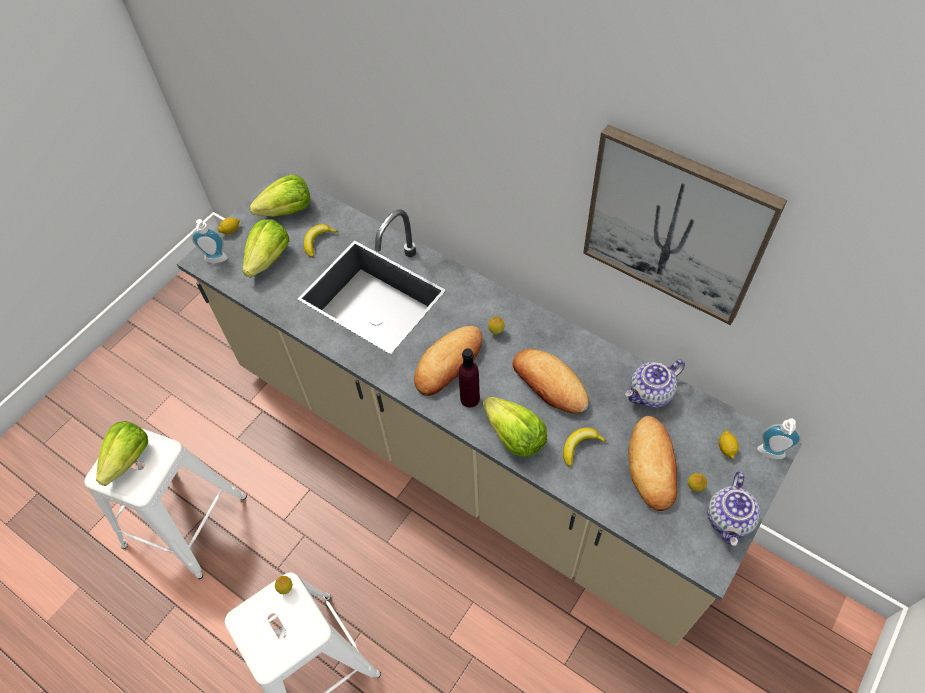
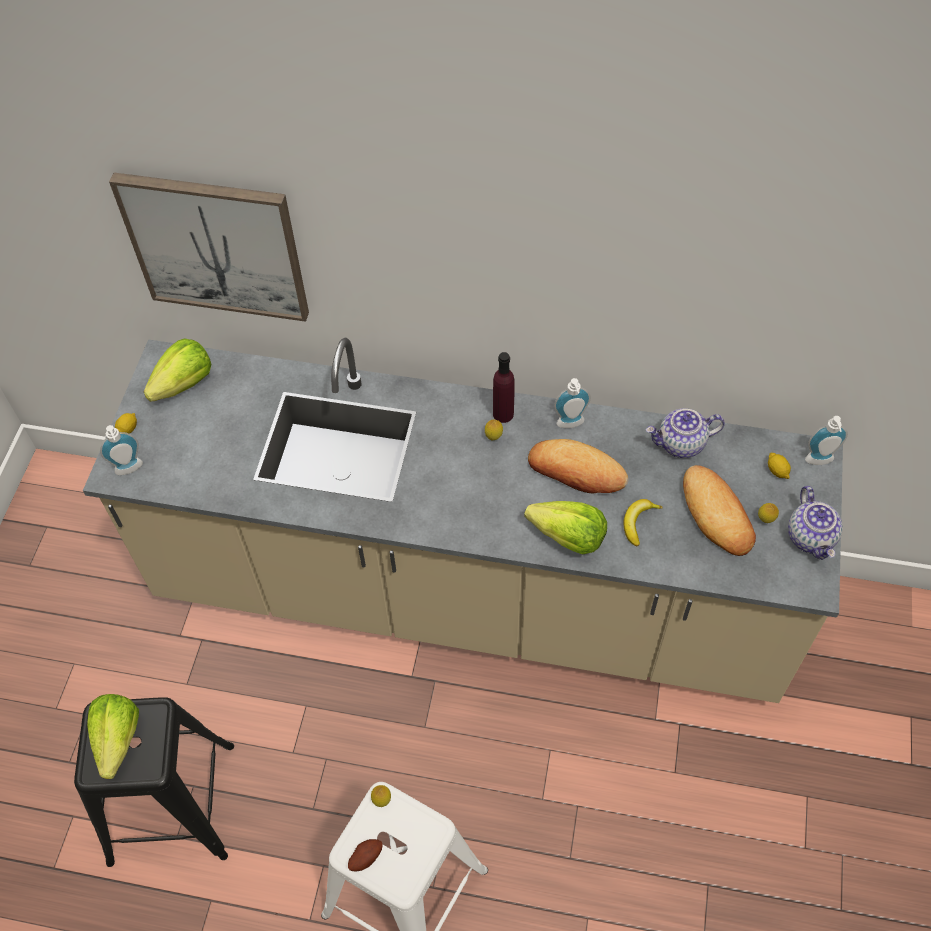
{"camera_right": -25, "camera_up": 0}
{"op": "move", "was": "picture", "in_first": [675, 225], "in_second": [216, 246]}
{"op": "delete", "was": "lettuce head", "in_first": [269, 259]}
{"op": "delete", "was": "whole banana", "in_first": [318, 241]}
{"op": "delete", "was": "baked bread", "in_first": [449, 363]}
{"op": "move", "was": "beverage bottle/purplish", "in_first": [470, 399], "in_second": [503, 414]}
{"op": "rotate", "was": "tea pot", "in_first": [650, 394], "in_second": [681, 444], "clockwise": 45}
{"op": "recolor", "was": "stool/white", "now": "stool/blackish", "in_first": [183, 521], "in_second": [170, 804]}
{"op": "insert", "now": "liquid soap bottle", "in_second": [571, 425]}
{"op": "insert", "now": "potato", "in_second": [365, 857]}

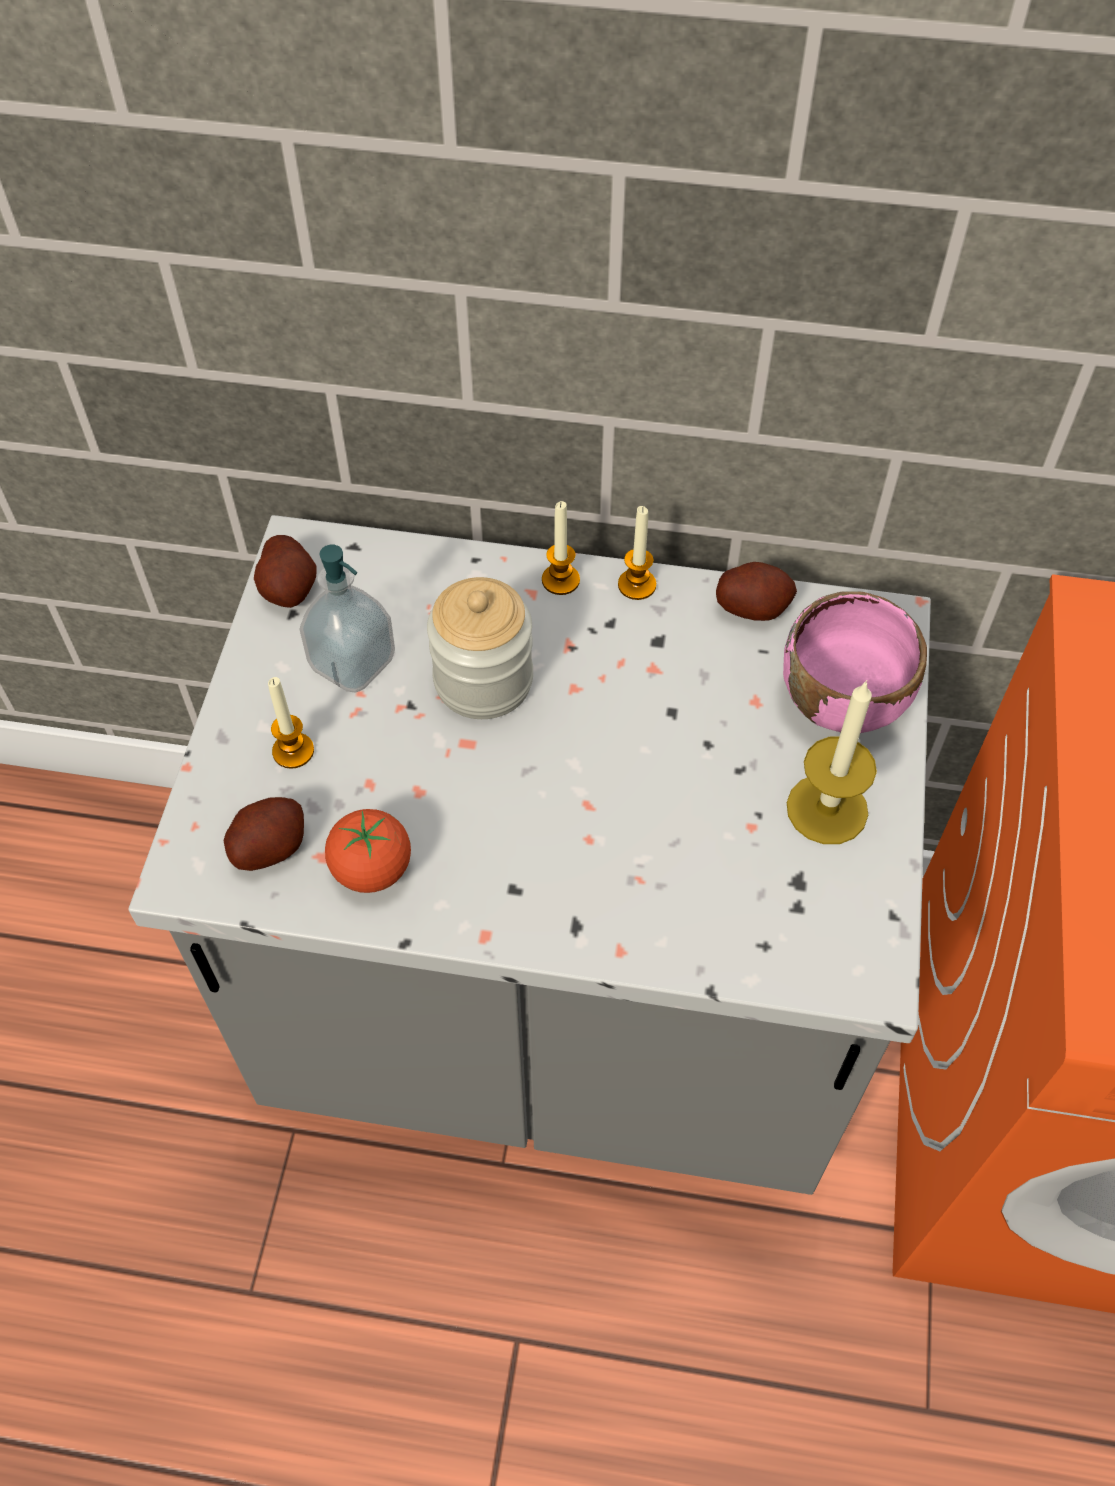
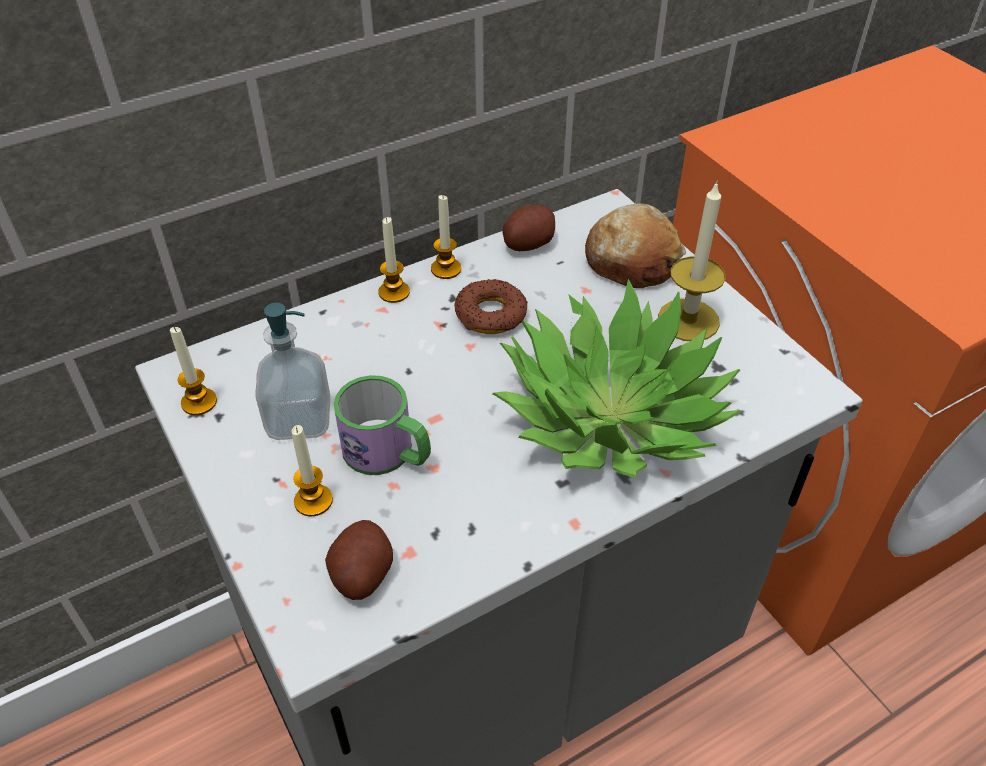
{"camera_right": -40, "camera_up": -10}
{"op": "replace", "was": "potato", "now": "candle", "in_first": [289, 588], "in_second": [199, 402]}
{"op": "delete", "was": "storage jar", "in_first": [483, 681]}
{"op": "replace", "was": "bowl/pinkish", "now": "baked bread", "in_first": [844, 699], "in_second": [632, 261]}
{"op": "delete", "was": "fresh tomato", "in_first": [372, 869]}
{"op": "insert", "now": "ring doughnut", "in_second": [491, 314]}
{"op": "insert", "now": "houseplant", "in_second": [610, 414]}
{"op": "insert", "now": "coffee mug", "in_second": [388, 453]}

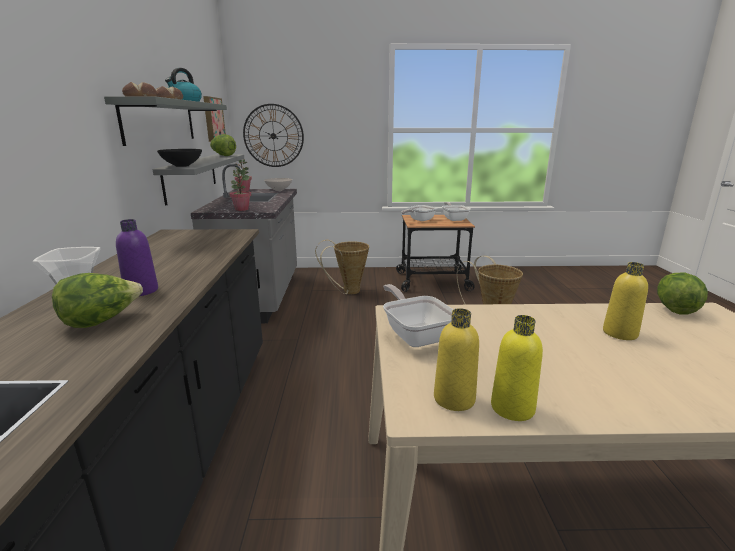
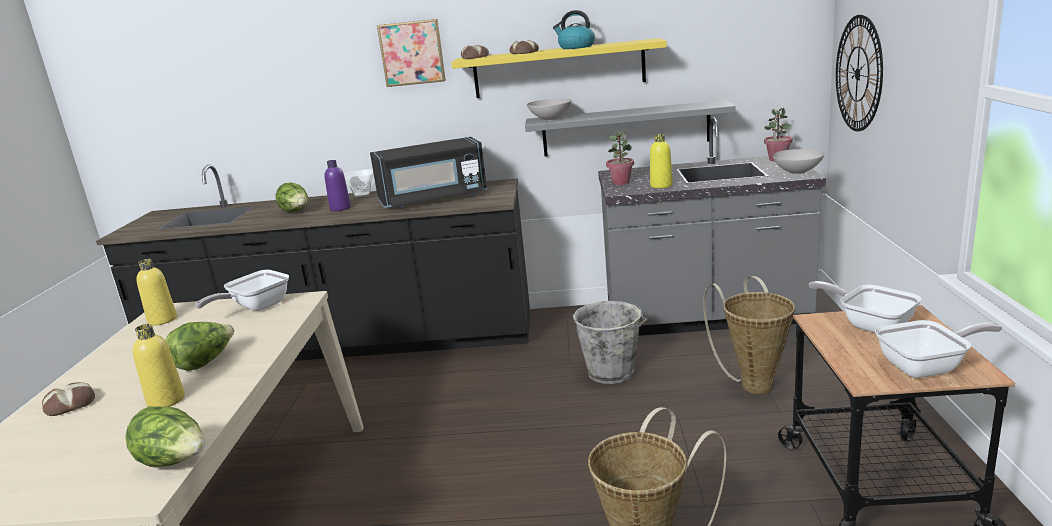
{"camera_right": 95, "camera_up": 0}
{"op": "recolor", "was": "wall shelf/gray", "now": "wall shelf/yellow-coloured", "in_first": [160, 121], "in_second": [559, 69]}
{"op": "move", "was": "picture", "in_first": [212, 119], "in_second": [412, 53]}
{"op": "move", "was": "lettuce head", "in_first": [223, 156], "in_second": [205, 362]}
{"op": "recolor", "was": "bowl/blackish", "now": "bowl/white", "in_first": [181, 166], "in_second": [550, 119]}
{"op": "rotate", "was": "frying pan", "in_first": [415, 334], "in_second": [255, 307], "clockwise": 150}
{"op": "move", "was": "beverage bottle/yellow-coloured", "in_first": [512, 408], "in_second": [661, 185]}
{"op": "insert", "now": "microwave oven/blackish", "in_second": [433, 199]}
{"op": "insert", "now": "pail/gray", "in_second": [612, 373]}
{"op": "insert", "now": "baked bread", "in_second": [70, 404]}

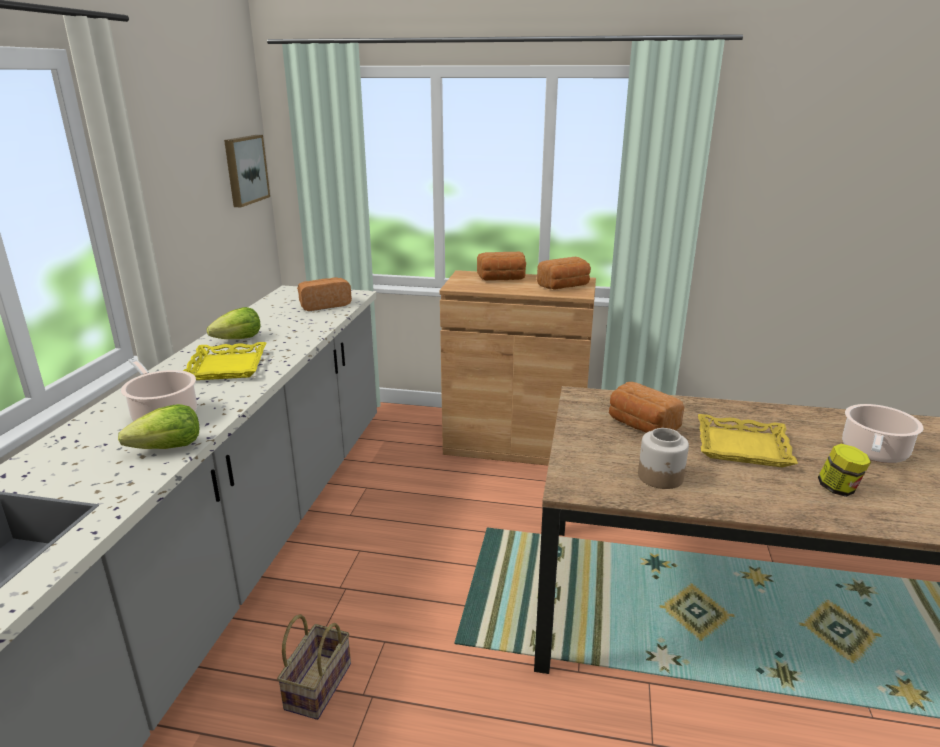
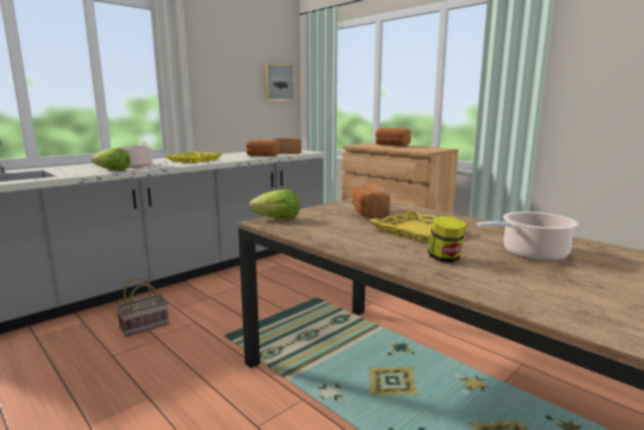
{"camera_right": 35, "camera_up": -10}
{"op": "move", "was": "baked bread", "in_first": [565, 286], "in_second": [262, 156]}
{"op": "move", "was": "lettuce head", "in_first": [239, 339], "in_second": [278, 219]}
{"op": "delete", "was": "storage jar", "in_first": [661, 477]}

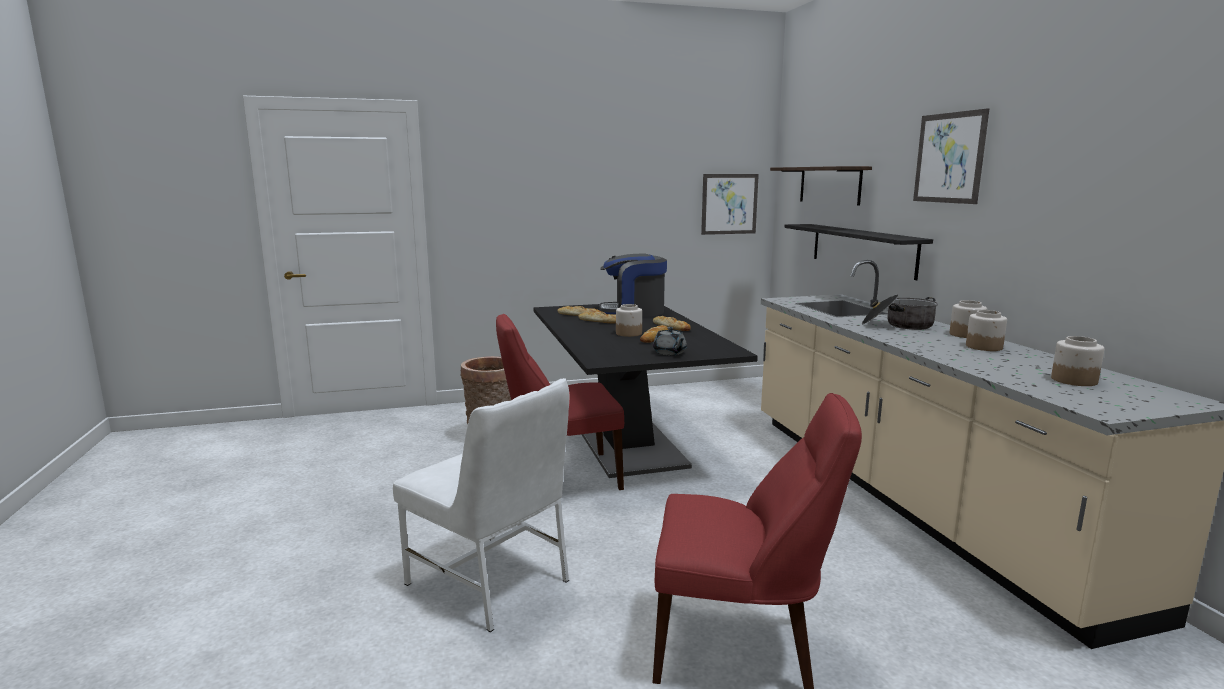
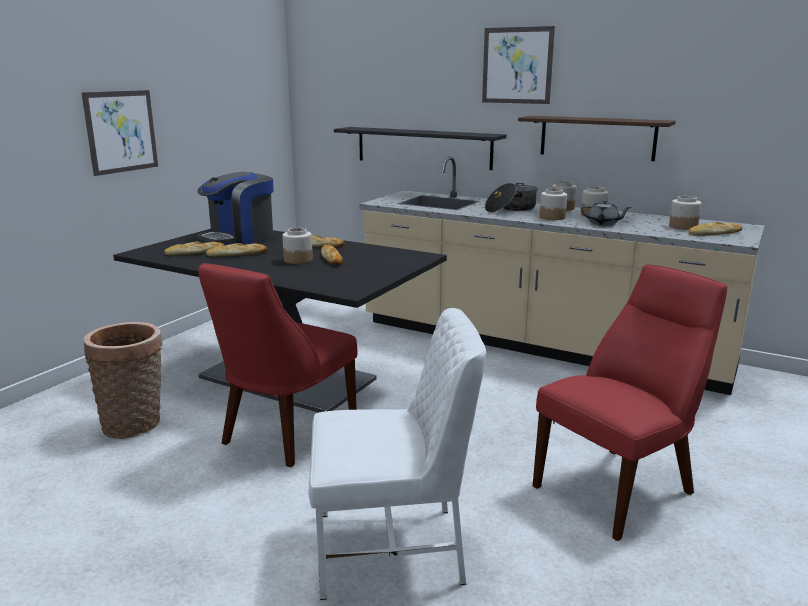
{"camera_right": -45, "camera_up": 5}
{"op": "move", "was": "wall shelf", "in_first": [829, 185], "in_second": [597, 137]}
{"op": "move", "was": "picture", "in_first": [729, 204], "in_second": [121, 131]}
{"op": "move", "was": "tea pot/gray", "in_first": [670, 353], "in_second": [603, 224]}
{"op": "insert", "now": "storage jar", "in_second": [552, 217]}
{"op": "insert", "now": "baked bread", "in_second": [714, 233]}

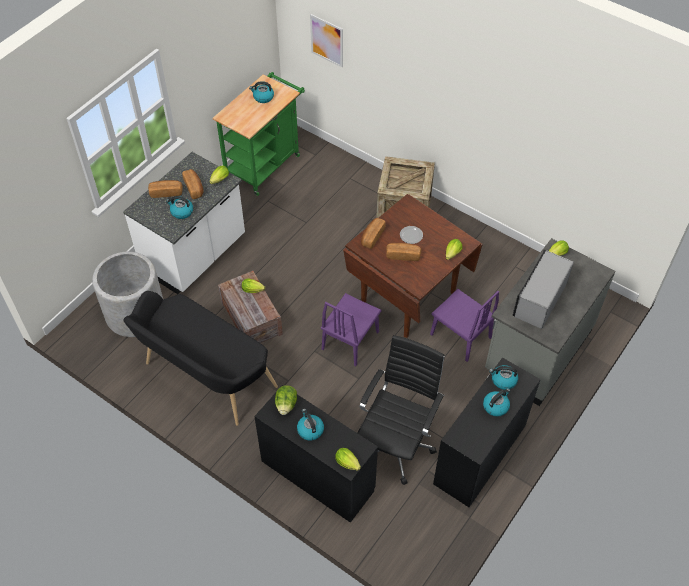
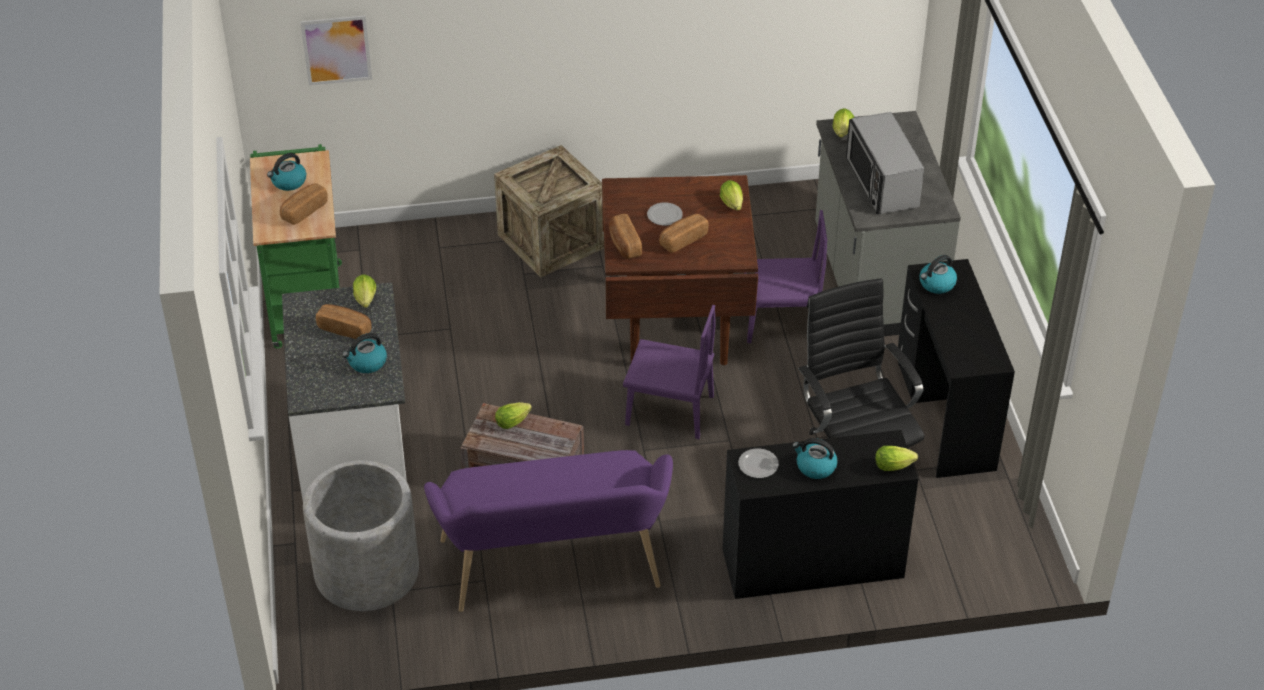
{"camera_right": -45, "camera_up": -10}
{"op": "move", "was": "baked bread", "in_first": [166, 192], "in_second": [303, 211]}
{"op": "recolor", "was": "indoor bench/blackish", "now": "indoor bench/purplish", "in_first": [205, 378], "in_second": [554, 571]}
{"op": "rotate", "was": "chair/purplish", "in_first": [350, 340], "in_second": [669, 410], "clockwise": -60}
{"op": "replace", "was": "lettuce head", "now": "dinner plate", "in_first": [286, 405], "in_second": [758, 464]}
{"op": "delete", "was": "water kettle", "in_first": [496, 406]}

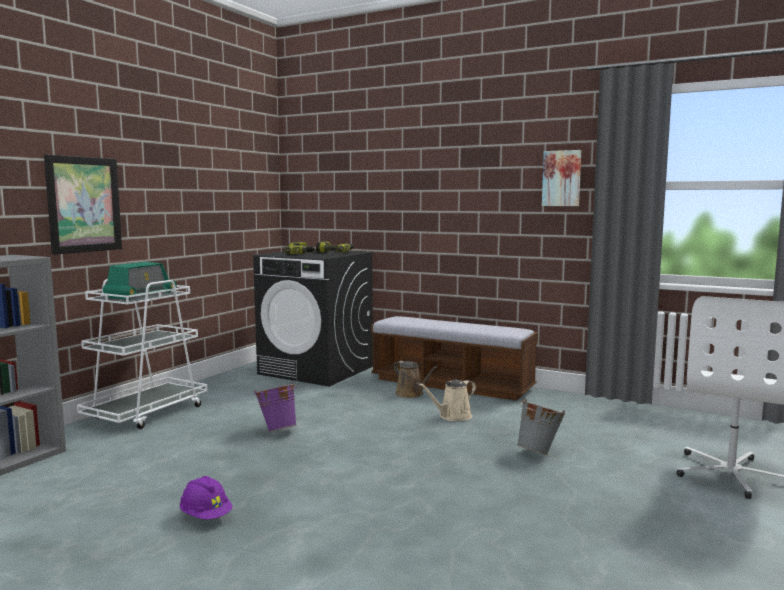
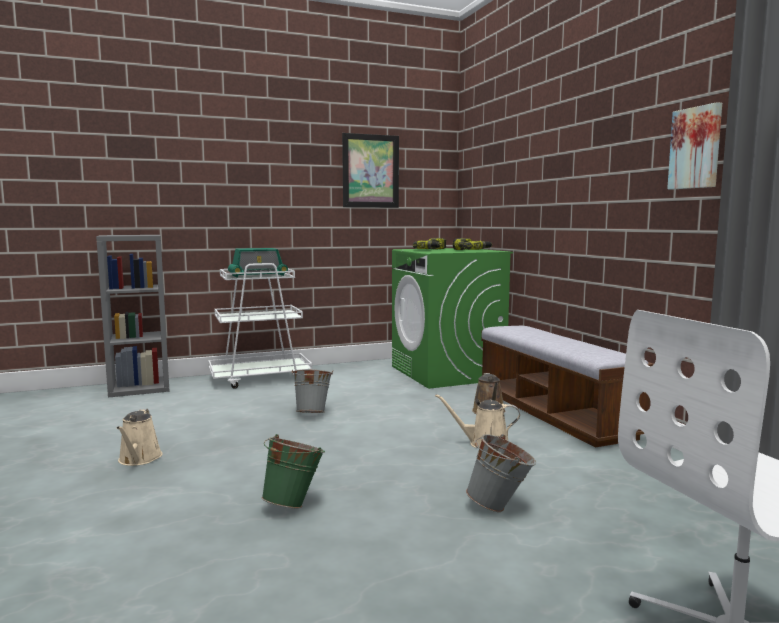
{"camera_right": 40, "camera_up": 0}
{"op": "move", "was": "picture", "in_first": [84, 204], "in_second": [370, 171]}
{"op": "recolor", "was": "laundry machine/blackish", "now": "laundry machine/green", "in_first": [317, 370], "in_second": [447, 373]}
{"op": "recolor", "was": "pail/purplish", "now": "pail/gray", "in_first": [278, 430], "in_second": [312, 413]}
{"op": "replace", "was": "hard hat/purplish", "now": "watering can/beige", "in_first": [206, 516], "in_second": [139, 459]}
{"op": "insert", "now": "pail/green", "in_second": [294, 504]}

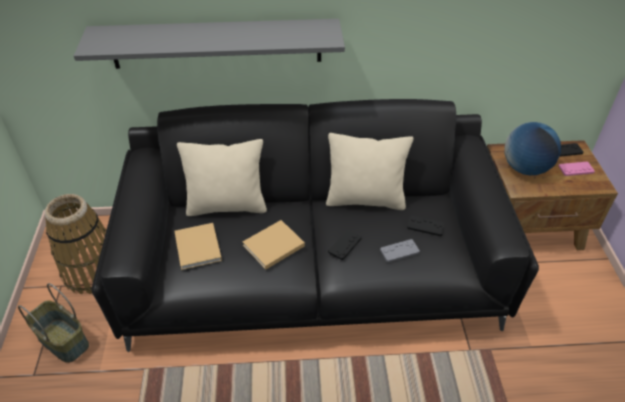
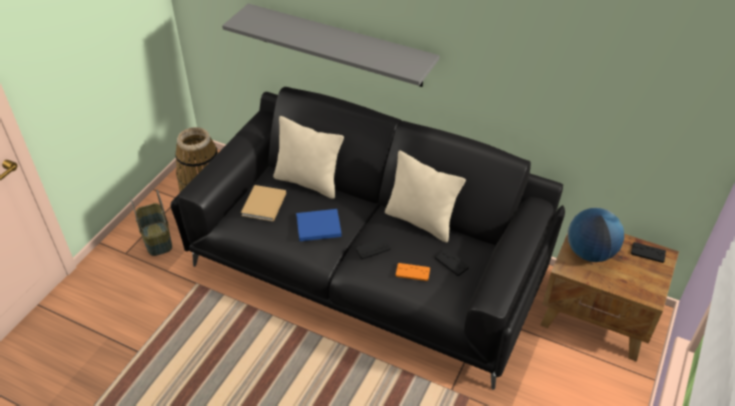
{"camera_right": 30, "camera_up": 0}
{"op": "delete", "was": "game controller/pinkish", "in_first": [576, 169]}
{"op": "recolor", "was": "volume/beige", "now": "volume/bluish", "in_first": [272, 246], "in_second": [317, 226]}
{"op": "recolor", "was": "game controller/gray", "now": "game controller/orange", "in_first": [399, 251], "in_second": [412, 272]}

